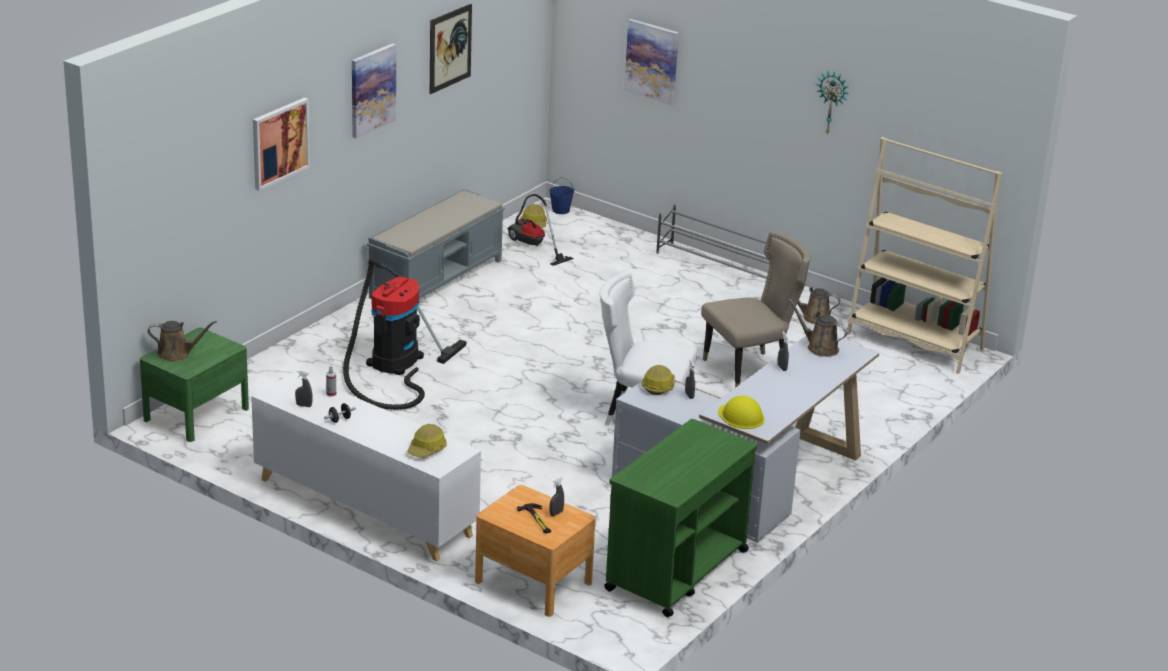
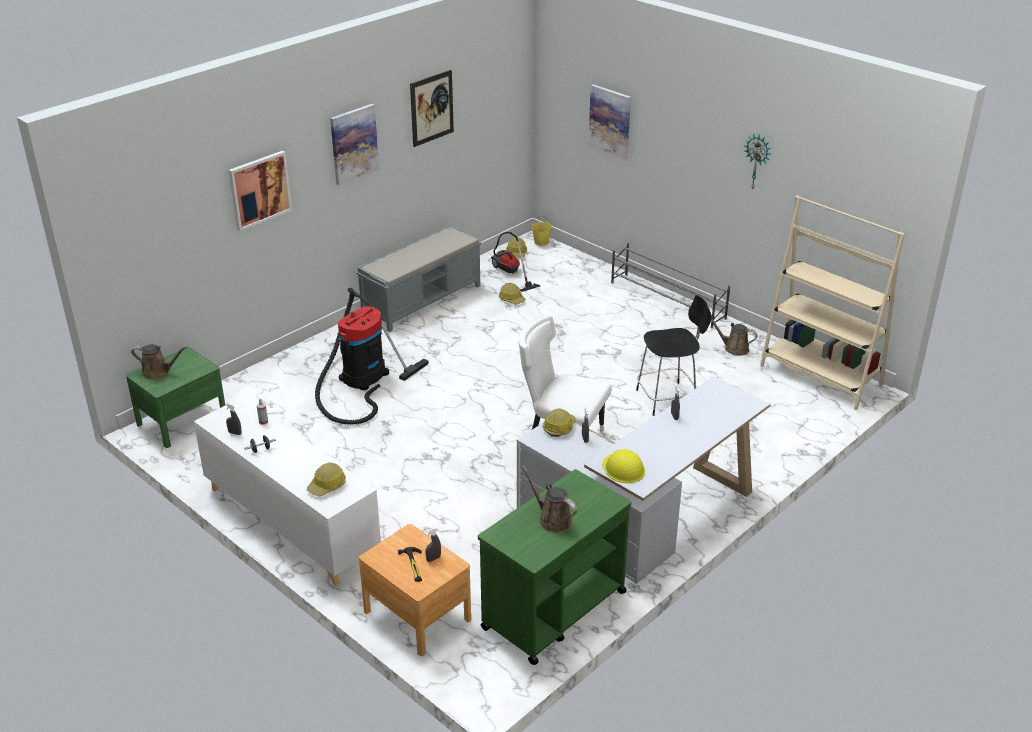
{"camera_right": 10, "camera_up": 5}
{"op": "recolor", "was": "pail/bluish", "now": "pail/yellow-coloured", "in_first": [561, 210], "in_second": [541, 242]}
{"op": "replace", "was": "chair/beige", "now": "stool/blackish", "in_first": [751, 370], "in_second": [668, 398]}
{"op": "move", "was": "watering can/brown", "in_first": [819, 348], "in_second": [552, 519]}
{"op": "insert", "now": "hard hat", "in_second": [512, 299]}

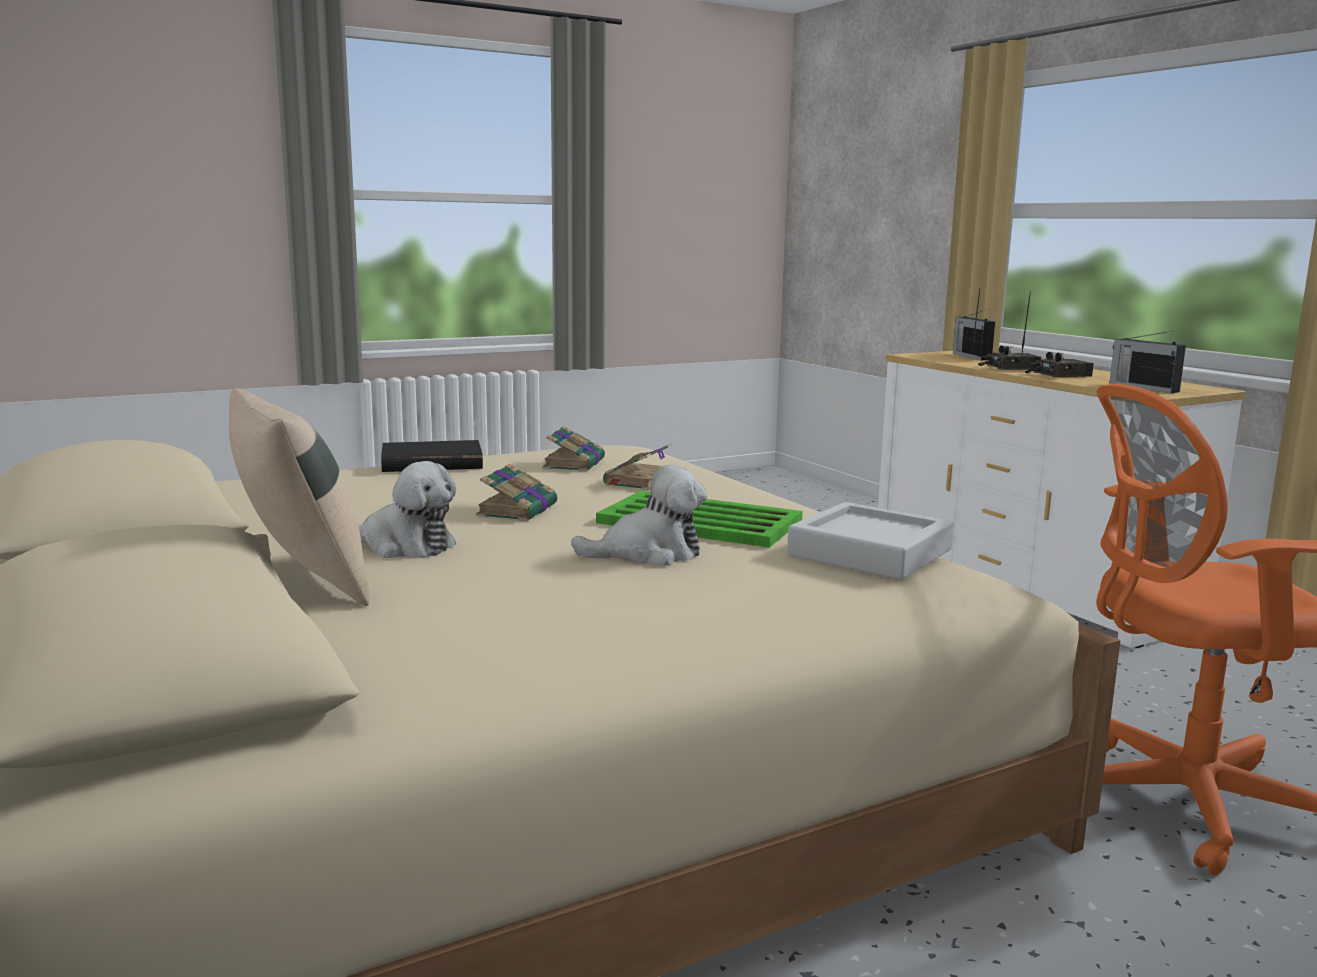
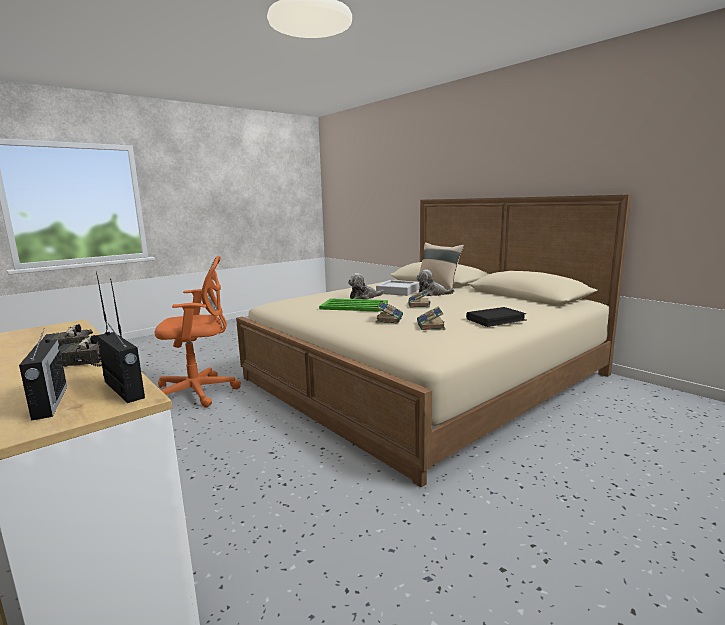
{"camera_right": 170, "camera_up": 0}
{"op": "move", "was": "radio", "in_first": [1142, 387], "in_second": [124, 390]}
{"op": "move", "was": "serving tray/gray", "in_first": [870, 552], "in_second": [397, 291]}

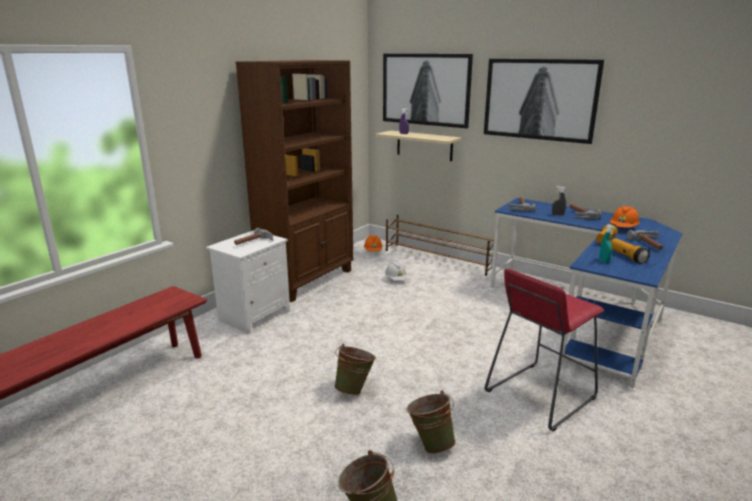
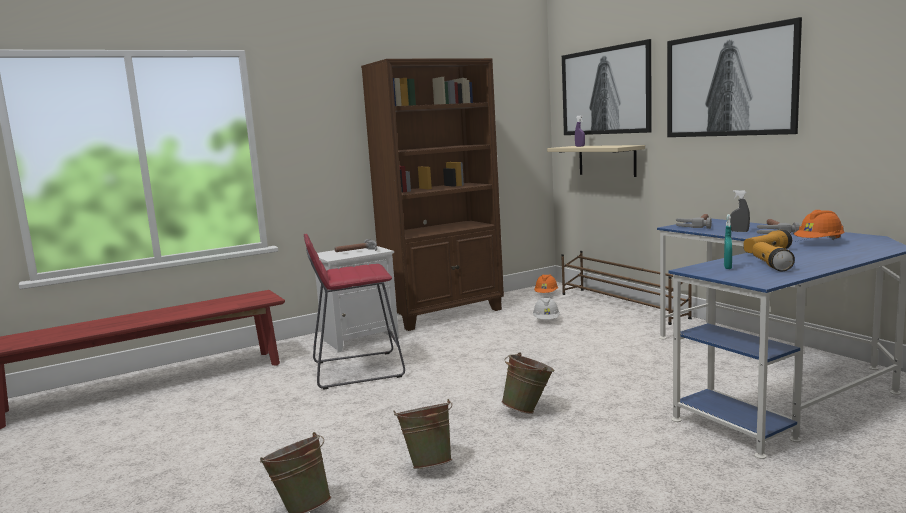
{"camera_right": 25, "camera_up": -10}
{"op": "delete", "was": "hammer", "in_first": [651, 244]}
{"op": "move", "was": "stool/reddish", "in_first": [540, 395], "in_second": [357, 370]}
{"op": "move", "was": "pail/green", "in_first": [355, 389], "in_second": [529, 410]}

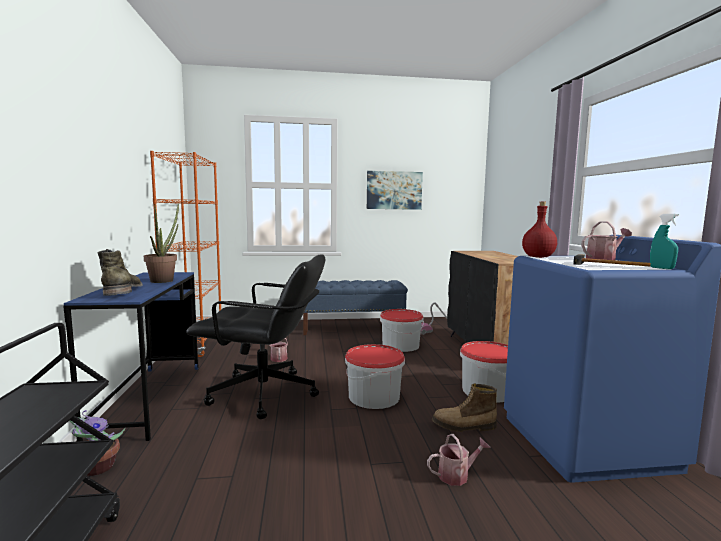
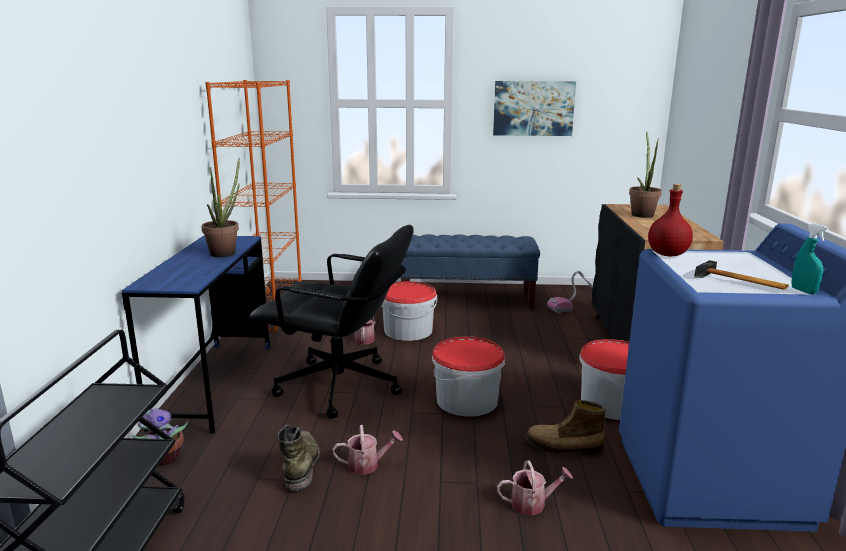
{"camera_right": 10, "camera_up": 10}
{"op": "move", "was": "watering can", "in_first": [603, 259], "in_second": [367, 465]}
{"op": "move", "was": "high-top boot/green", "in_first": [123, 291], "in_second": [301, 464]}
{"op": "move", "was": "pail", "in_first": [400, 345], "in_second": [408, 330]}
{"op": "insert", "now": "houseplant", "in_second": [642, 214]}

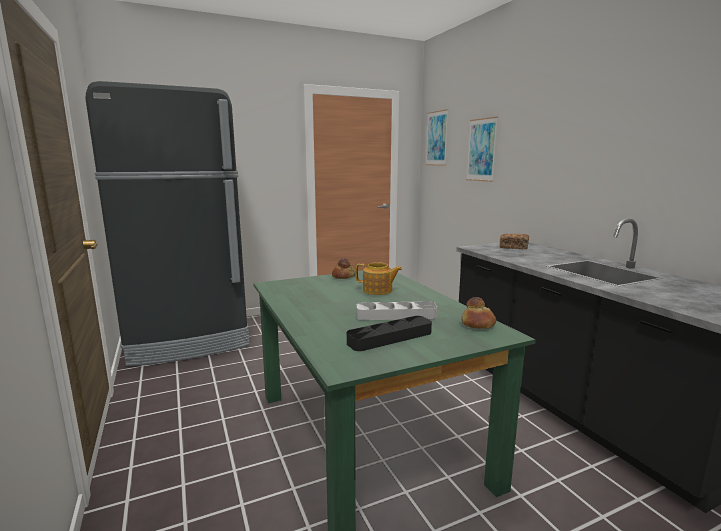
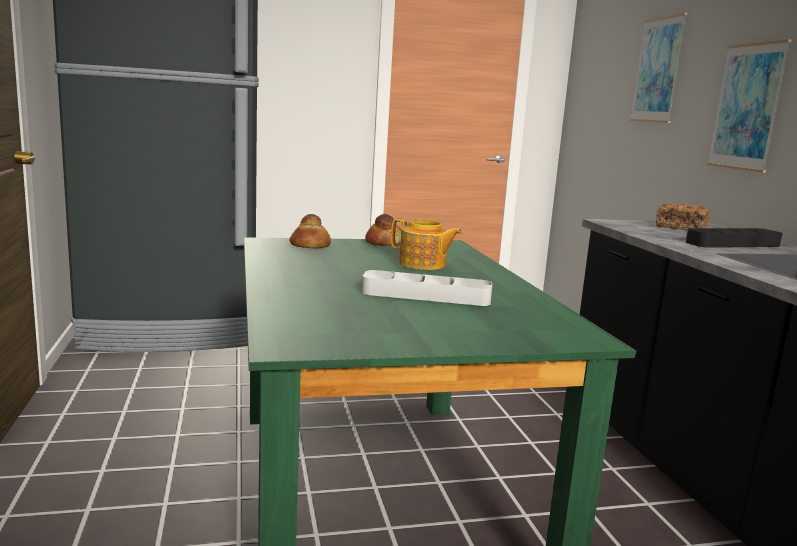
{"camera_right": 10, "camera_up": 0}
{"op": "move", "was": "picture", "in_first": [437, 138], "in_second": [747, 107]}
{"op": "move", "was": "baked bread", "in_first": [477, 324], "in_second": [310, 246]}
{"op": "move", "was": "serving tray/blackish", "in_first": [390, 338], "in_second": [732, 244]}

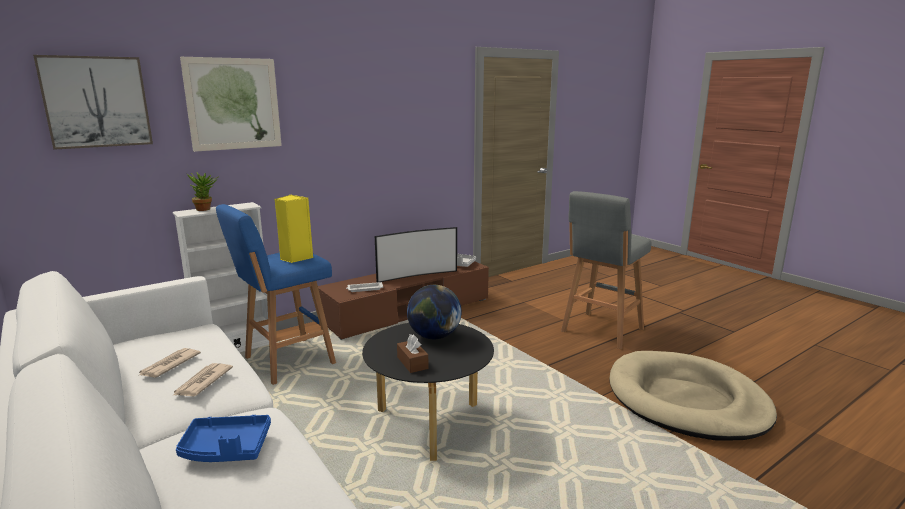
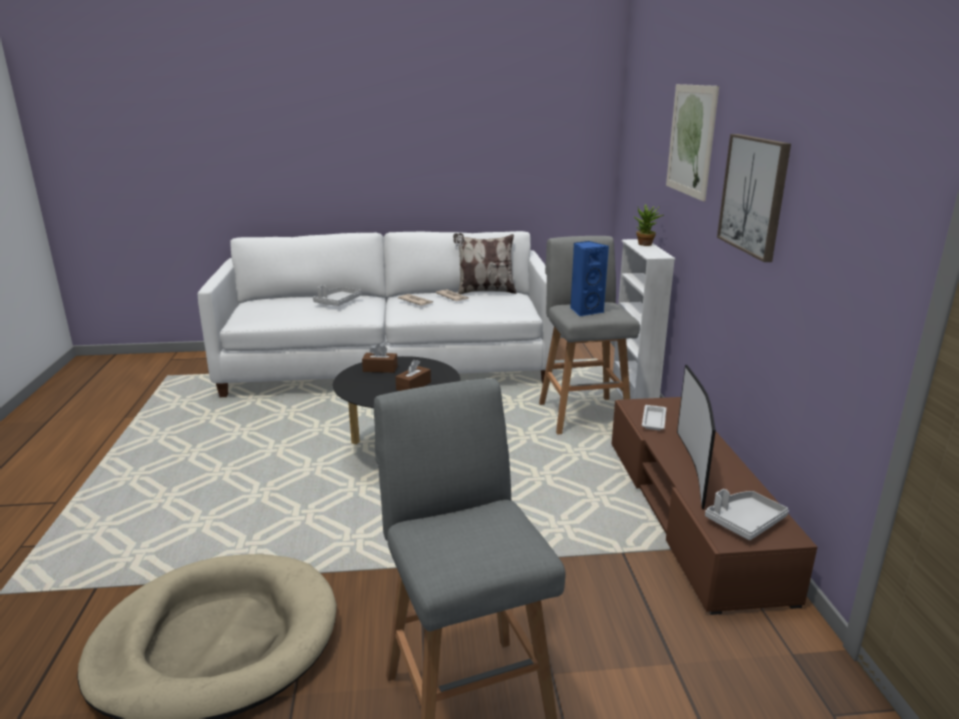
{"camera_right": 120, "camera_up": 5}
{"op": "move", "was": "picture", "in_first": [96, 102], "in_second": [754, 195]}
{"op": "recolor", "was": "audio speaker/yellow-coloured", "now": "audio speaker/bluish", "in_first": [295, 258], "in_second": [585, 311]}
{"op": "recolor", "was": "stool/bluish", "now": "stool/gray", "in_first": [286, 362], "in_second": [582, 414]}
{"op": "replace", "was": "globe", "now": "tissue holder/brown", "in_first": [434, 336], "in_second": [413, 386]}
{"op": "recolor", "was": "serving tray/bluish", "now": "serving tray/gray", "in_first": [226, 449], "in_second": [338, 302]}
{"op": "insert", "now": "throw pillow", "in_second": [485, 291]}

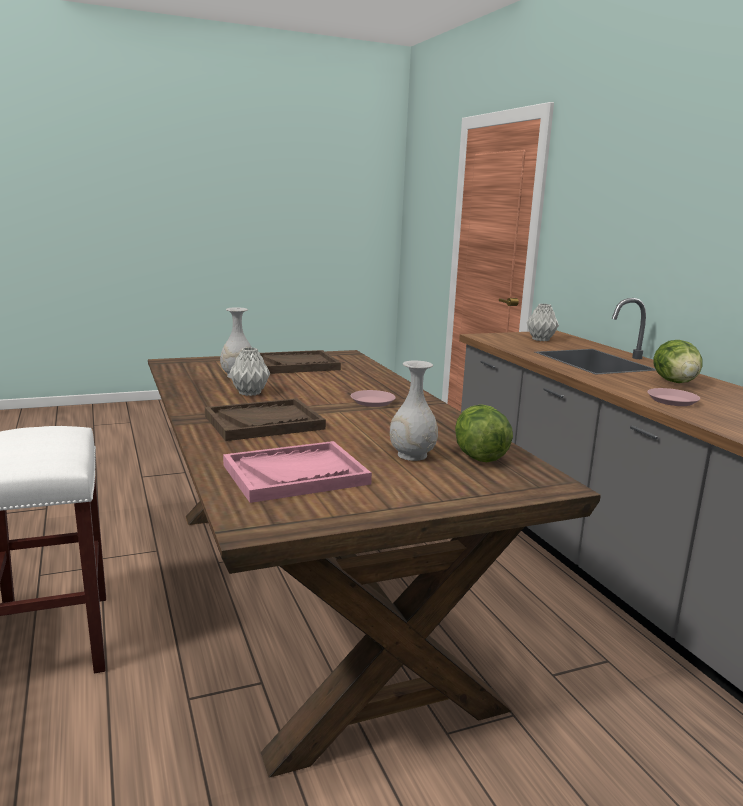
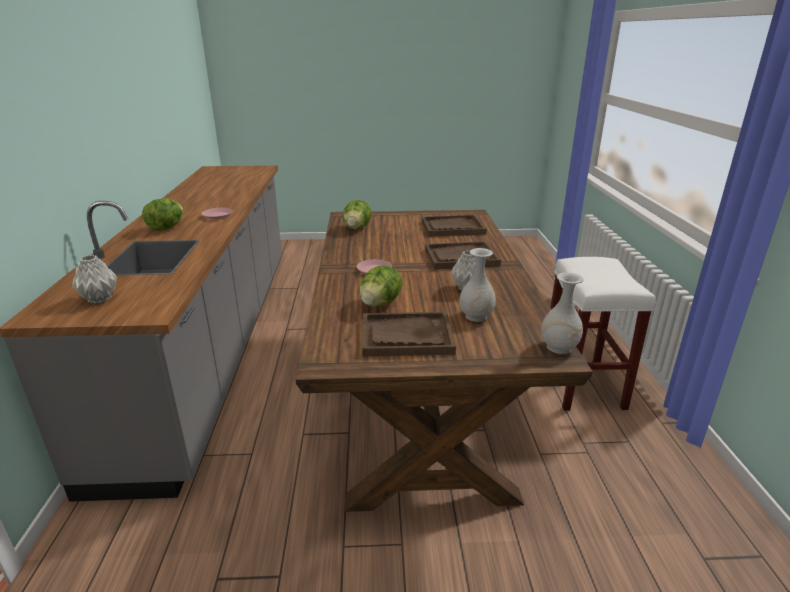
{"camera_right": -160, "camera_up": 10}
{"op": "move", "was": "flower vase/white", "in_first": [412, 455], "in_second": [558, 348]}
{"op": "recolor", "was": "serving tray/pinkish", "now": "serving tray/brown", "in_first": [296, 474], "in_second": [452, 228]}
{"op": "insert", "now": "lettuce head", "in_second": [380, 304]}

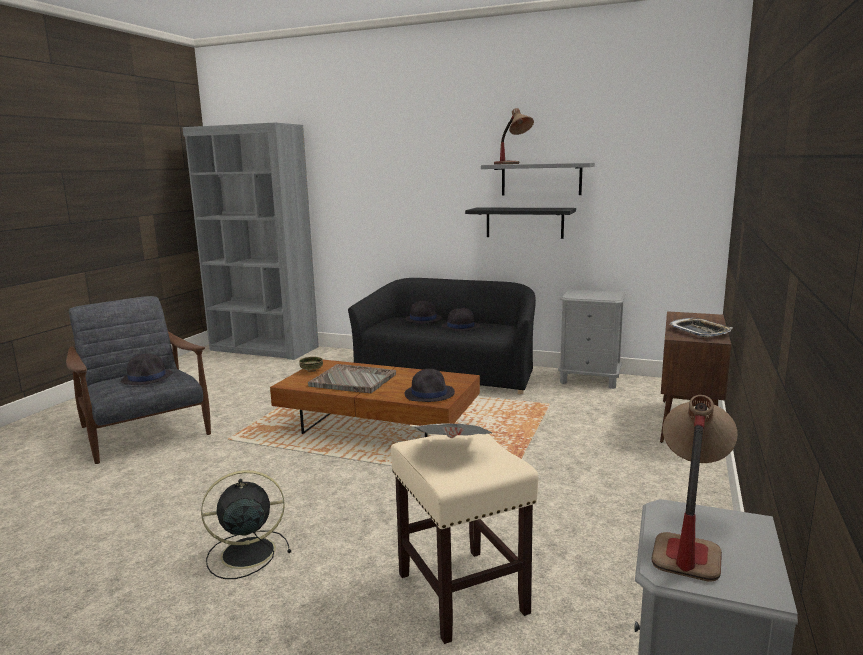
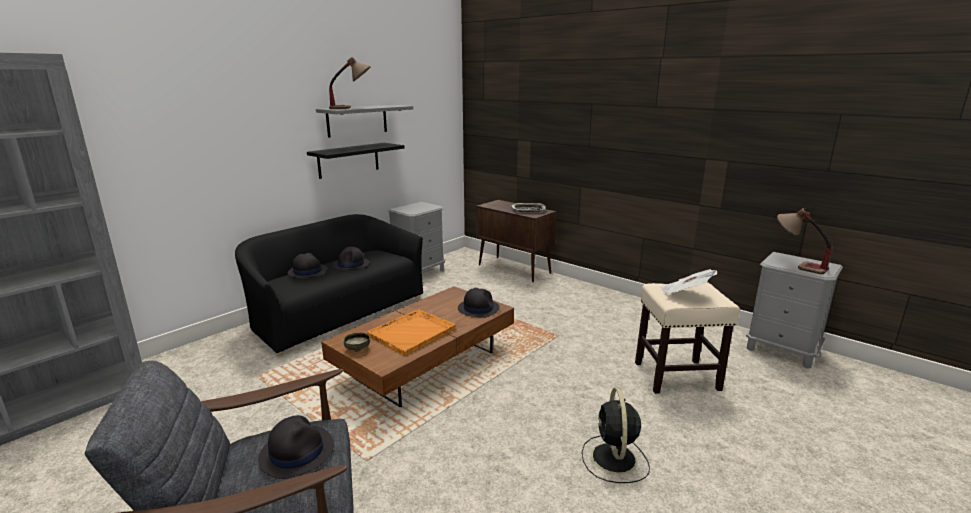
{"camera_right": -70, "camera_up": 5}
{"op": "recolor", "was": "serving tray/gray", "now": "serving tray/orange", "in_first": [353, 380], "in_second": [413, 332]}

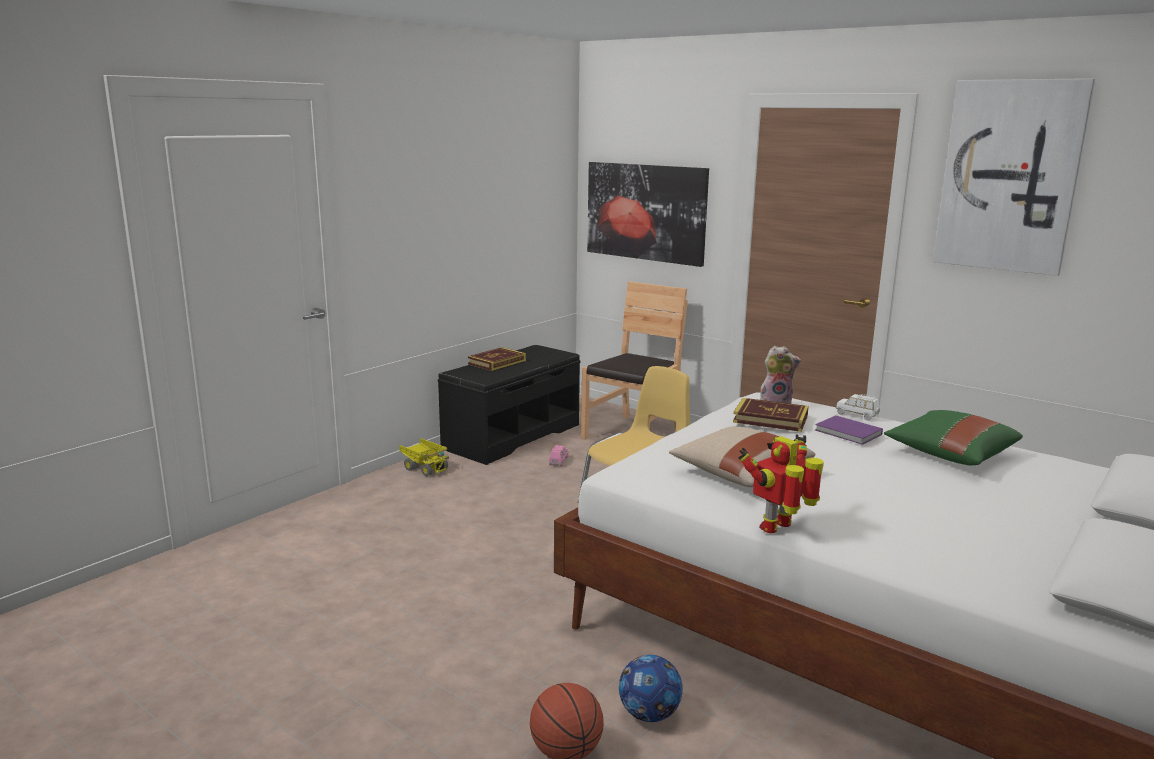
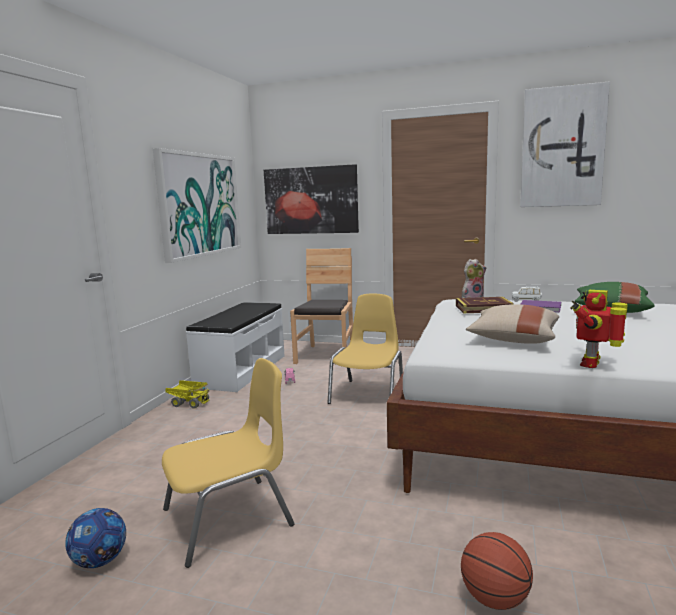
{"camera_right": -20, "camera_up": -5}
{"op": "recolor", "was": "indoor bench/blackish", "now": "indoor bench/white", "in_first": [511, 436], "in_second": [241, 370]}
{"op": "delete", "was": "volume", "in_first": [497, 362]}
{"op": "move", "was": "ball for football", "in_first": [649, 714], "in_second": [100, 561]}
{"op": "insert", "now": "picture", "in_second": [200, 205]}
{"op": "insert", "now": "chair/yellow-coloured", "in_second": [230, 518]}

